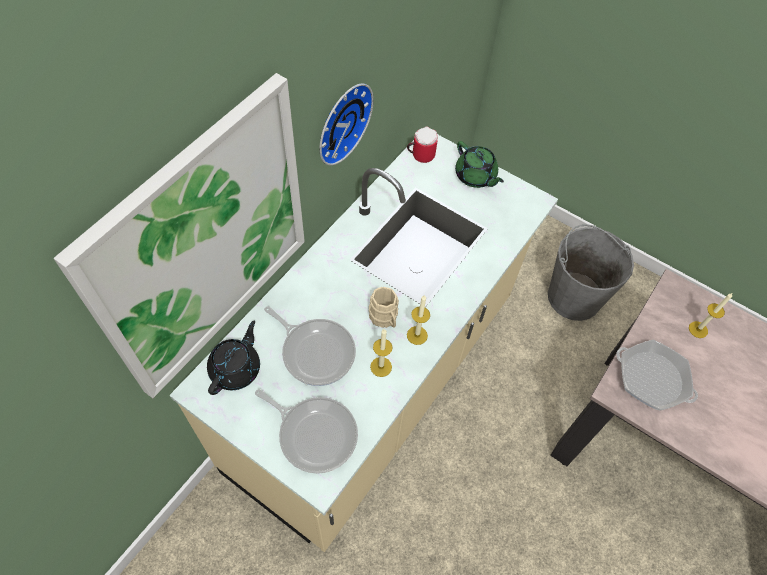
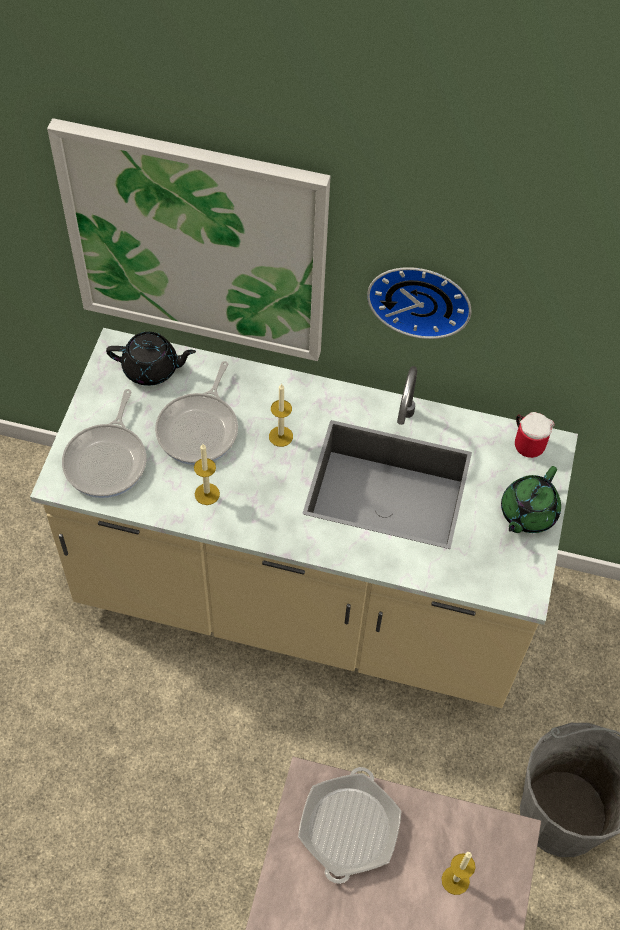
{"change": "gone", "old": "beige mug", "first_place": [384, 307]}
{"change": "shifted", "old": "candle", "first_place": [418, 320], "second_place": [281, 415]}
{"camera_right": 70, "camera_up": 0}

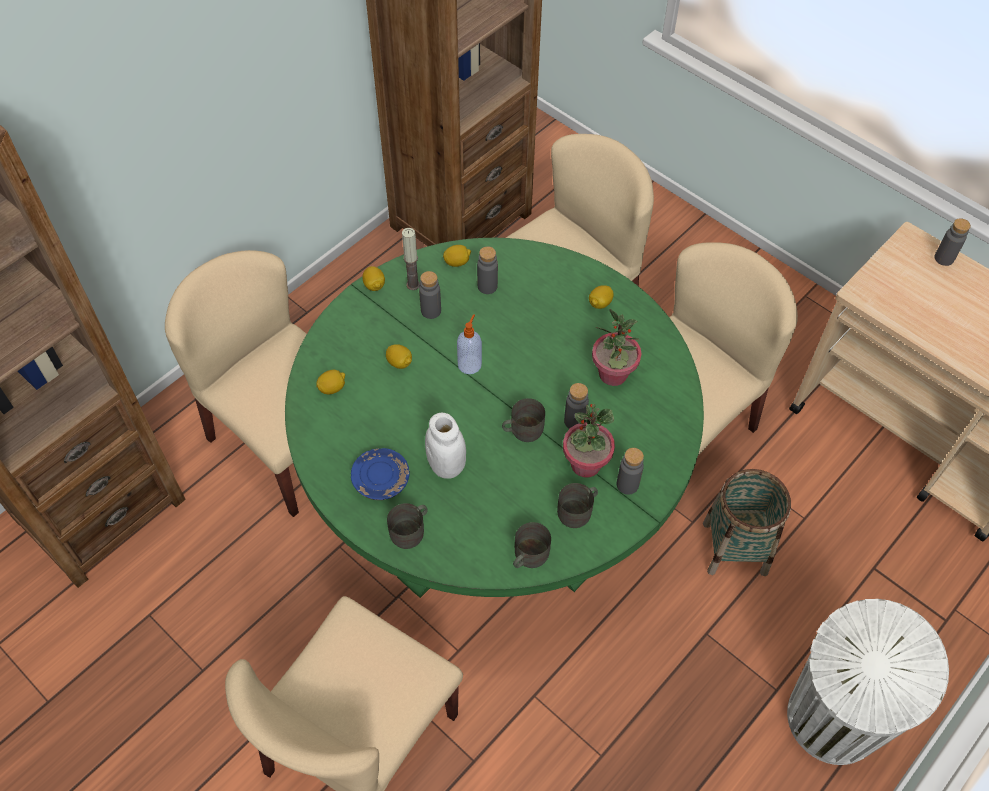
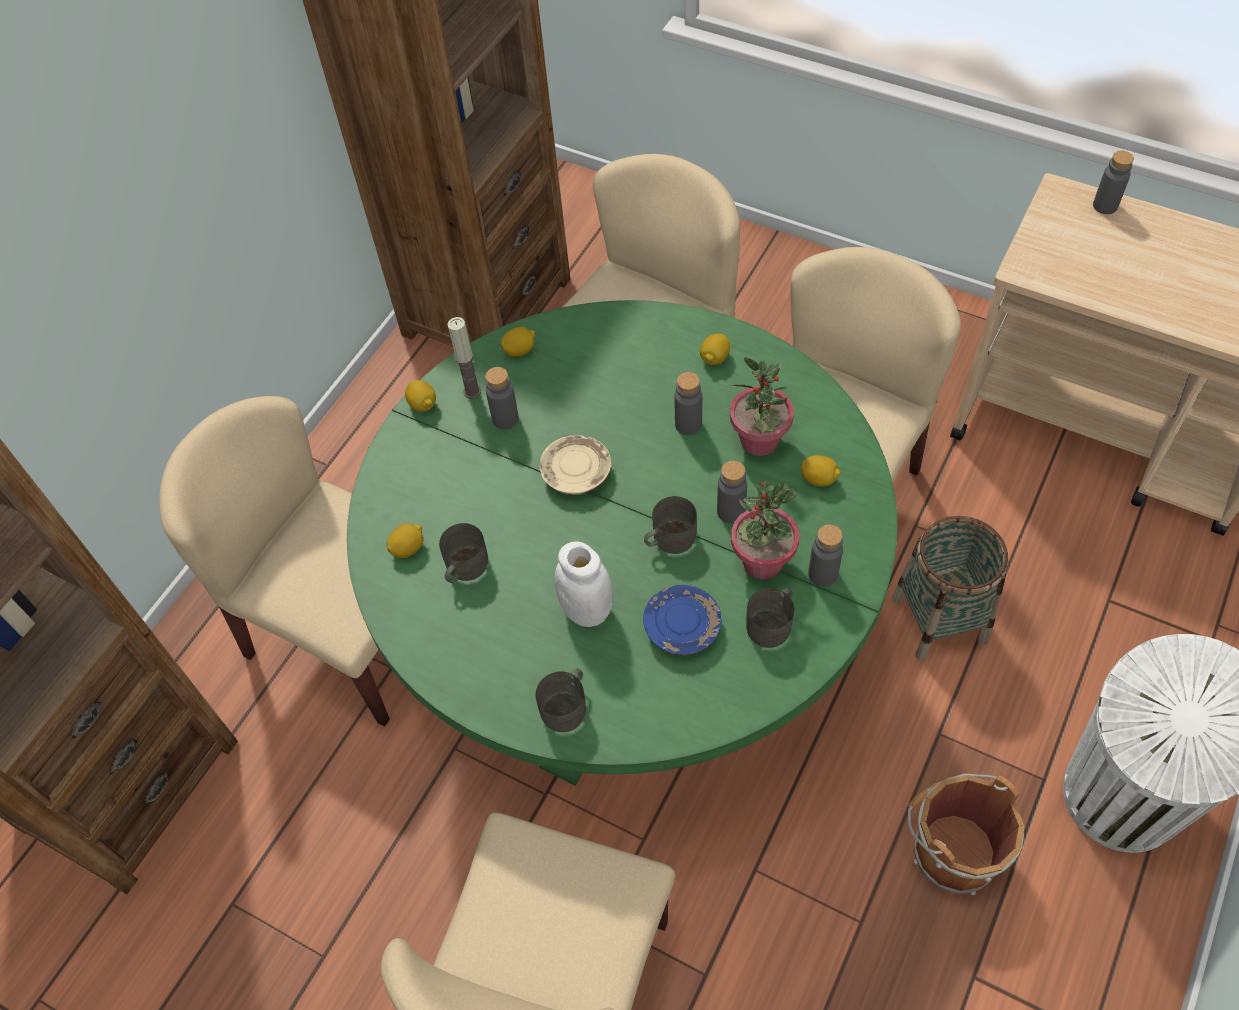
{"change": "shifted", "old": "grey bottle", "first_place": [487, 270], "second_place": [688, 403]}
{"change": "swapped", "old": "soap dispenser", "new": "beige plate", "first_place": [469, 344], "second_place": [575, 465]}
{"change": "shifted", "old": "lemon", "first_place": [399, 356], "second_place": [821, 471]}
{"change": "shifted", "old": "blue plate", "first_place": [380, 474], "second_place": [682, 620]}
{"change": "shifted", "old": "grey mug", "first_place": [532, 545], "second_place": [463, 553]}
{"change": "new", "new": "brown bucket", "second_place": [966, 834]}
{"camera_right": -10, "camera_up": 0}

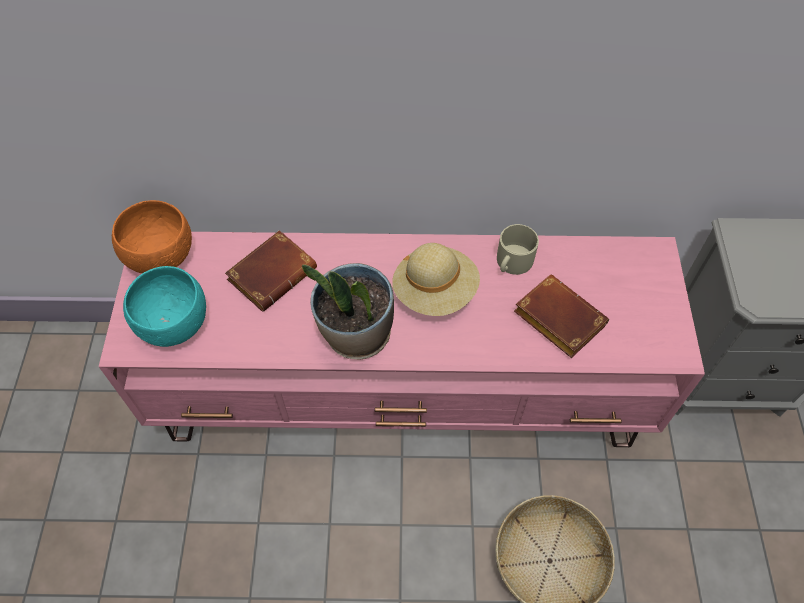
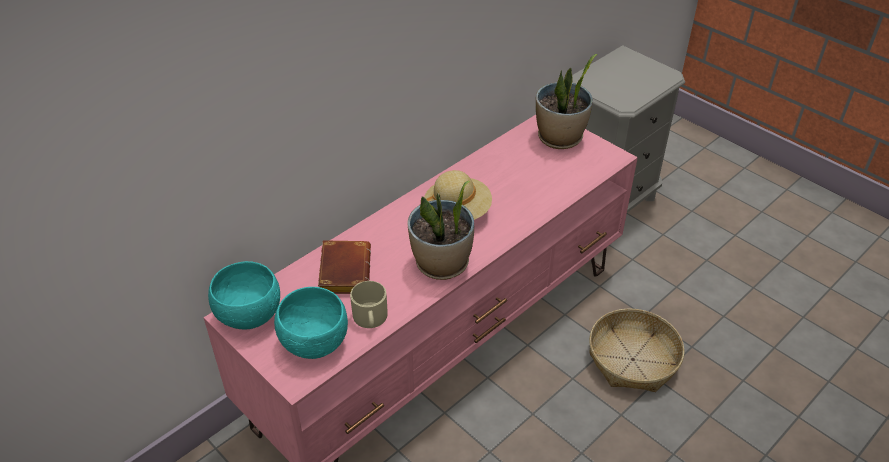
{"change": "repainted", "old": "orange bowl", "new": "turquoise bowl", "first_place": [152, 236], "second_place": [244, 295]}
{"change": "shifted", "old": "beige mug", "first_place": [518, 249], "second_place": [369, 304]}
{"change": "gone", "old": "brown book", "first_place": [561, 316]}
{"change": "new", "new": "potted plant", "second_place": [566, 101]}
{"camera_right": -45, "camera_up": -15}

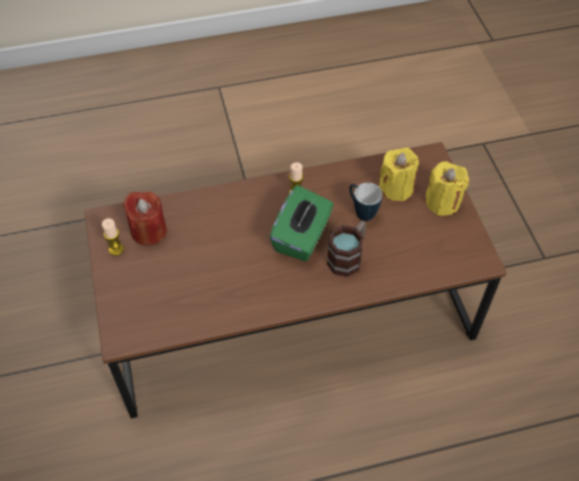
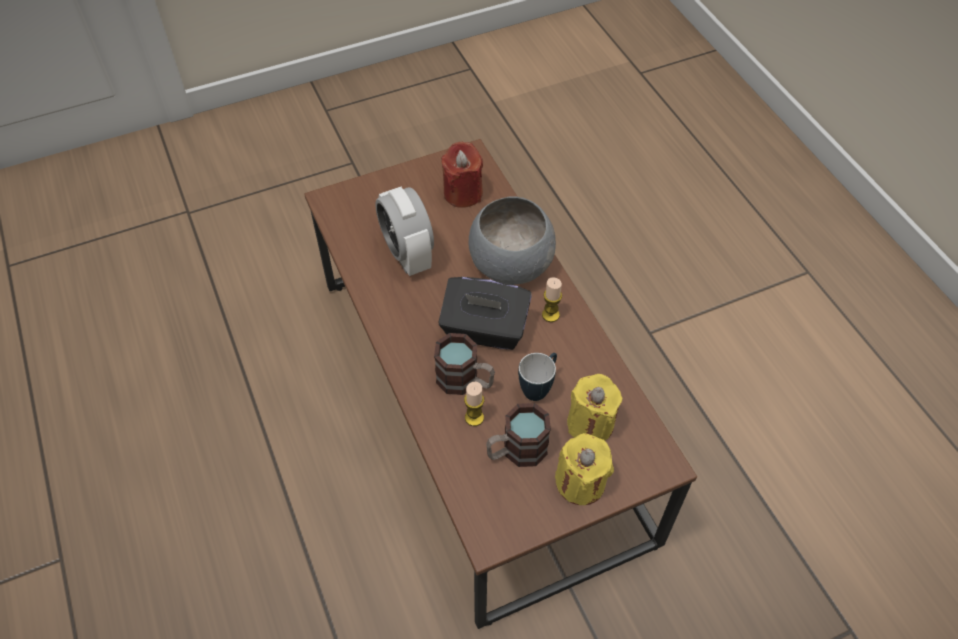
{"change": "repainted", "old": "green tissue box", "new": "black tissue box", "first_place": [301, 223], "second_place": [485, 313]}
{"change": "shifted", "old": "candle", "first_place": [113, 237], "second_place": [474, 404]}
{"change": "new", "new": "alarm clock", "second_place": [404, 231]}
{"change": "new", "new": "grey bowl", "second_place": [512, 240]}
{"change": "new", "new": "mug", "second_place": [518, 435]}
{"camera_right": 80, "camera_up": 0}

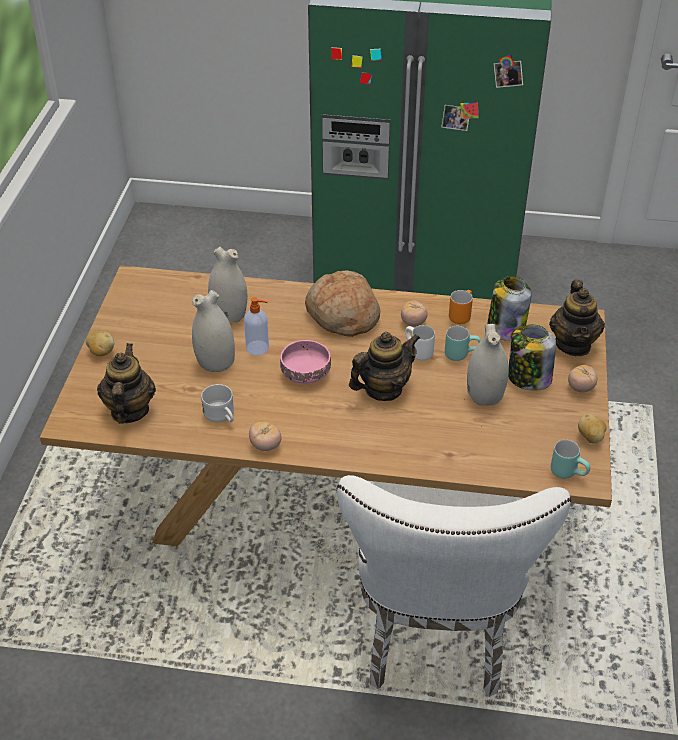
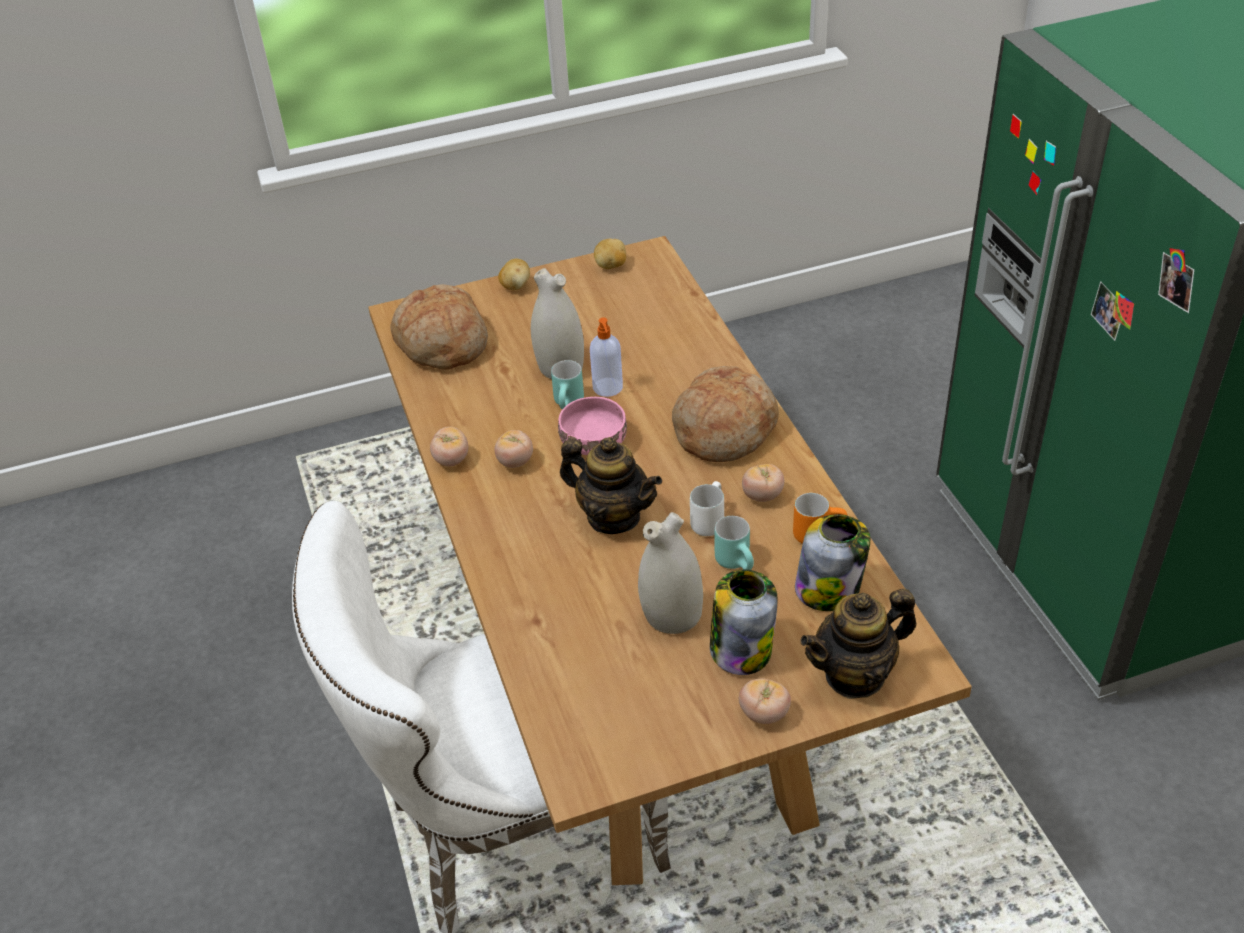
{"change": "gone", "old": "white vase", "first_place": [227, 284]}
{"change": "swapped", "old": "teapot", "new": "bread", "first_place": [126, 383], "second_place": [439, 327]}
{"change": "gone", "old": "white mug", "first_place": [217, 403]}
{"change": "shifted", "old": "potato", "first_place": [592, 428], "second_place": [610, 254]}
{"change": "shifted", "old": "turquoise mug", "first_place": [570, 459], "second_place": [567, 384]}
{"change": "new", "new": "tomato", "second_place": [513, 449]}
{"camera_right": 65, "camera_up": 0}

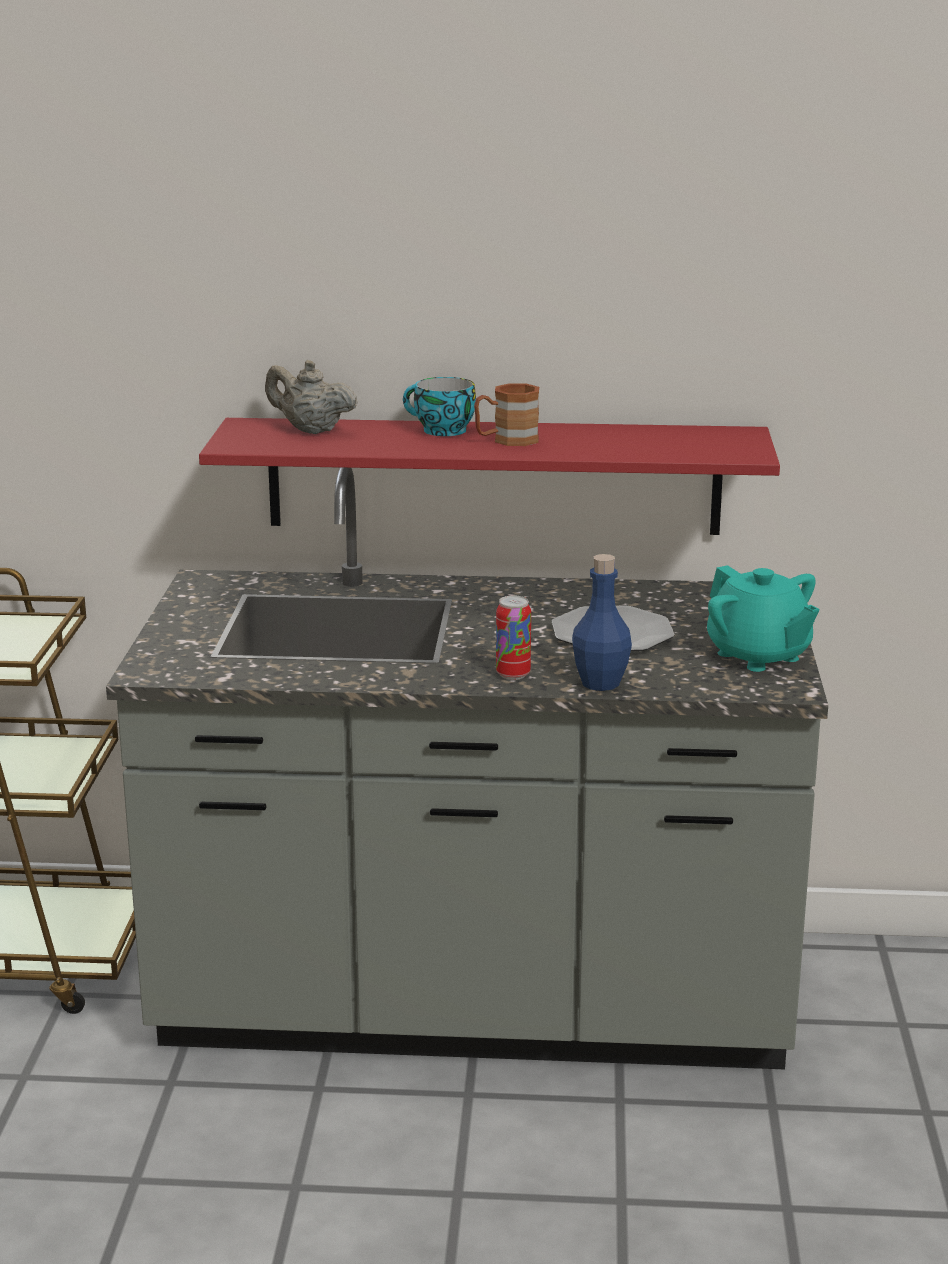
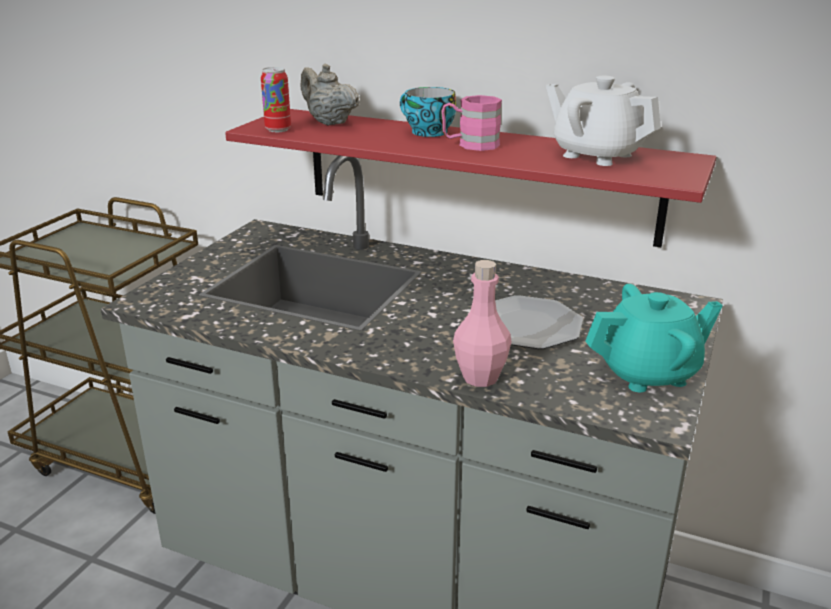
{"change": "repainted", "old": "brown mug", "new": "pink mug", "first_place": [506, 414], "second_place": [471, 123]}
{"change": "repainted", "old": "blue bottle", "new": "pink bottle", "first_place": [602, 622], "second_place": [482, 323]}
{"change": "rotated", "old": "turquoise teapot", "first_place": [763, 618], "second_place": [654, 338], "degrees": -90}
{"change": "shifted", "old": "can", "first_place": [513, 638], "second_place": [276, 99]}
{"change": "new", "new": "white teapot", "second_place": [603, 121]}
{"camera_right": 20, "camera_up": 5}

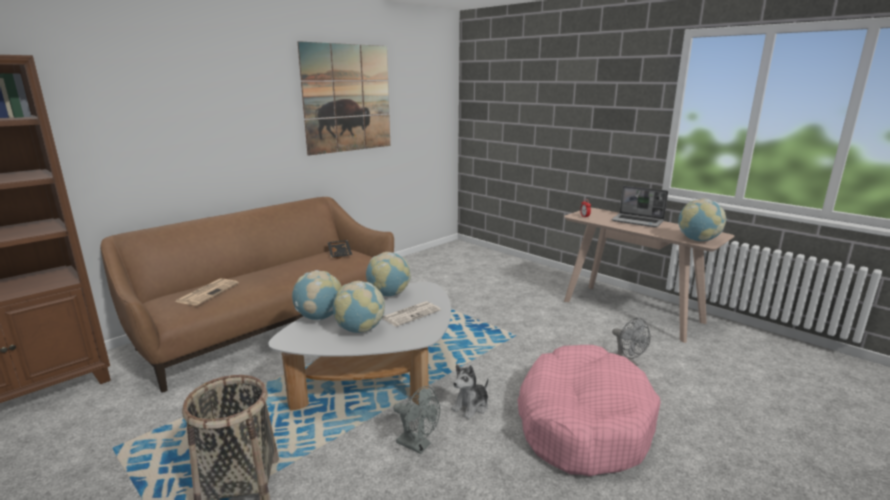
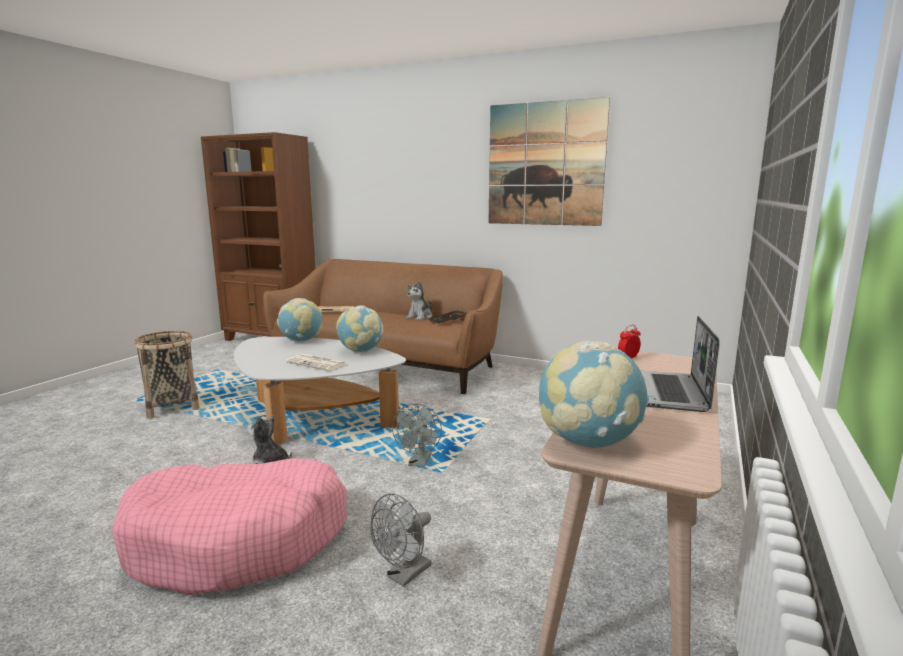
{"change": "gone", "old": "globe", "first_place": [359, 307]}
{"change": "shifted", "old": "grey fan", "first_place": [416, 420], "second_place": [417, 435]}
{"change": "new", "new": "plush toy", "second_place": [419, 300]}
{"camera_right": 70, "camera_up": -5}

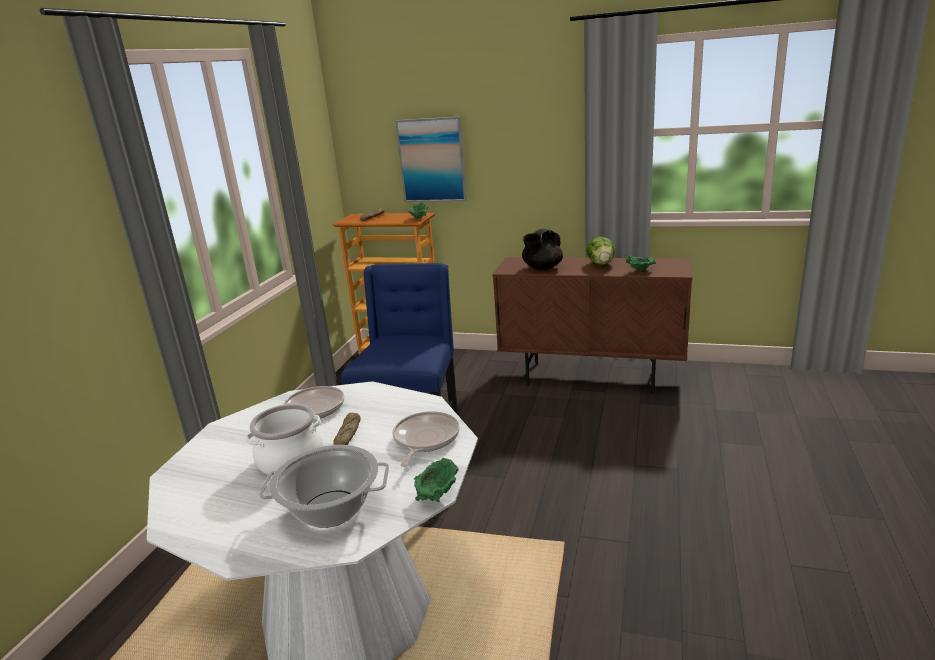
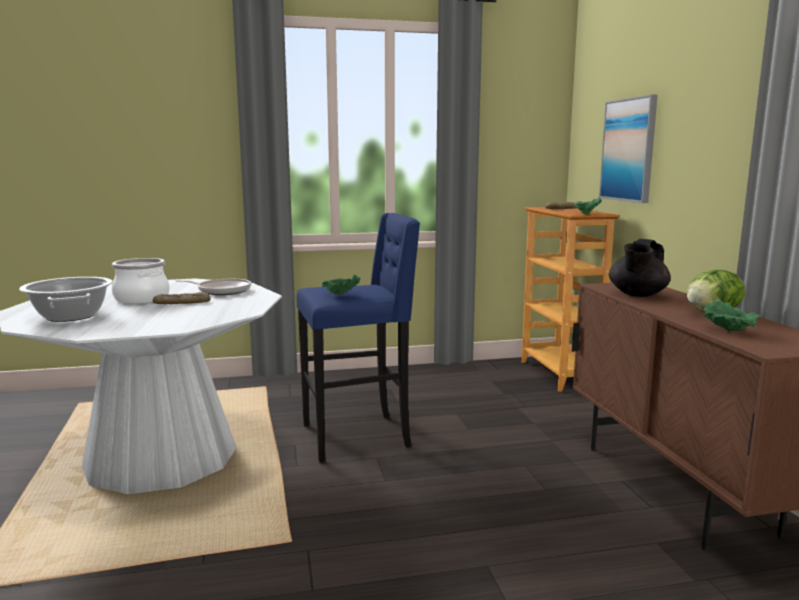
{"change": "rotated", "old": "black teapot", "first_place": [542, 249], "second_place": [640, 268], "degrees": -75}
{"change": "gone", "old": "frying pan", "first_place": [426, 439]}
{"change": "shifted", "old": "green bowl", "first_place": [436, 480], "second_place": [341, 285]}
{"camera_right": 60, "camera_up": -10}

